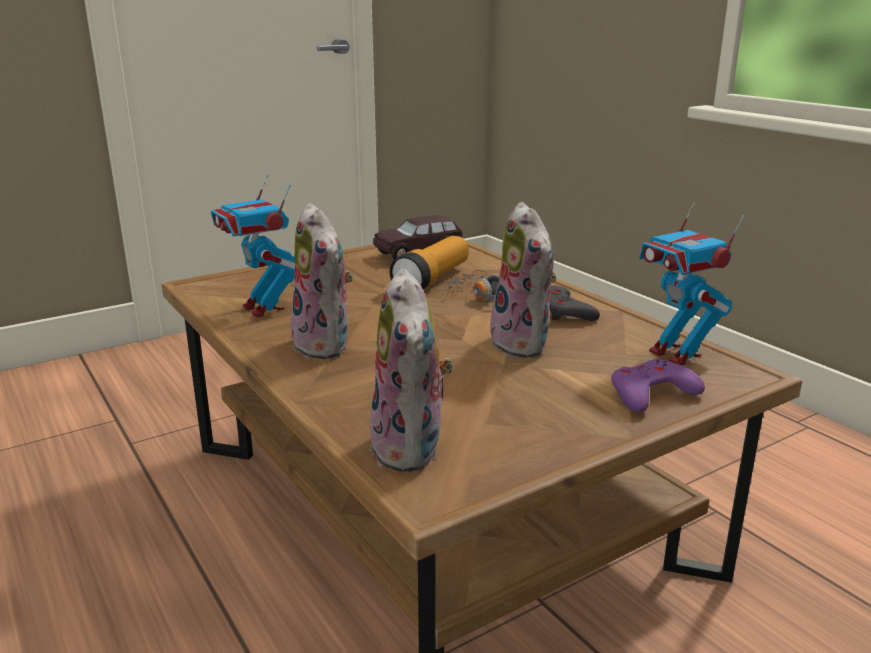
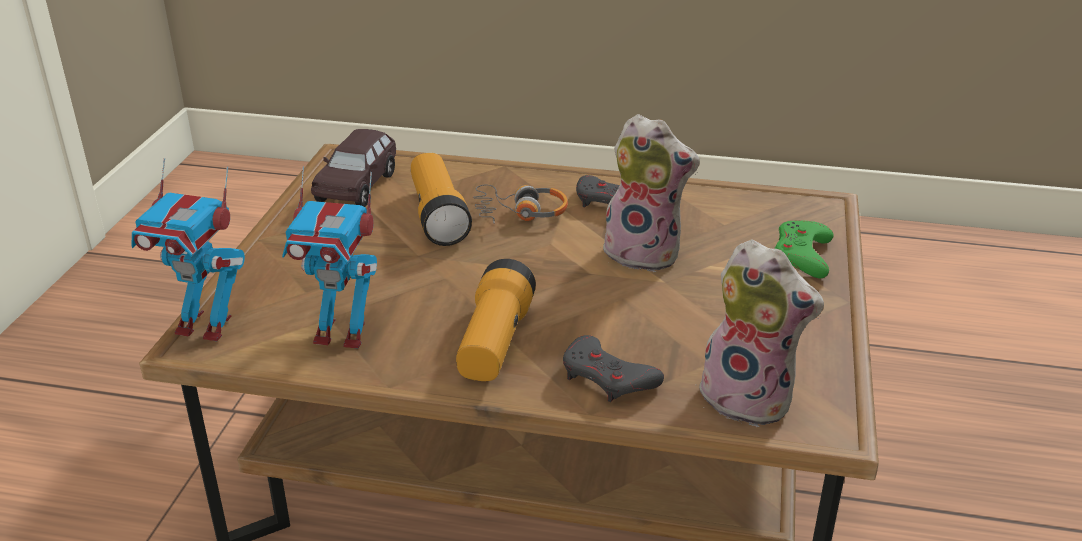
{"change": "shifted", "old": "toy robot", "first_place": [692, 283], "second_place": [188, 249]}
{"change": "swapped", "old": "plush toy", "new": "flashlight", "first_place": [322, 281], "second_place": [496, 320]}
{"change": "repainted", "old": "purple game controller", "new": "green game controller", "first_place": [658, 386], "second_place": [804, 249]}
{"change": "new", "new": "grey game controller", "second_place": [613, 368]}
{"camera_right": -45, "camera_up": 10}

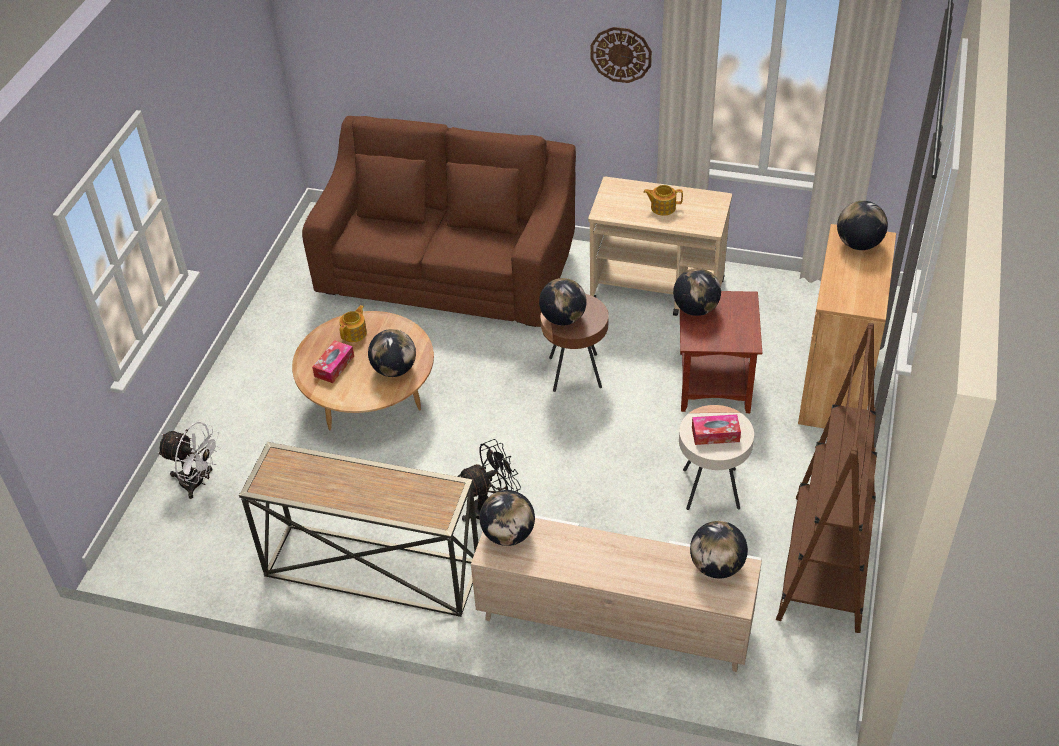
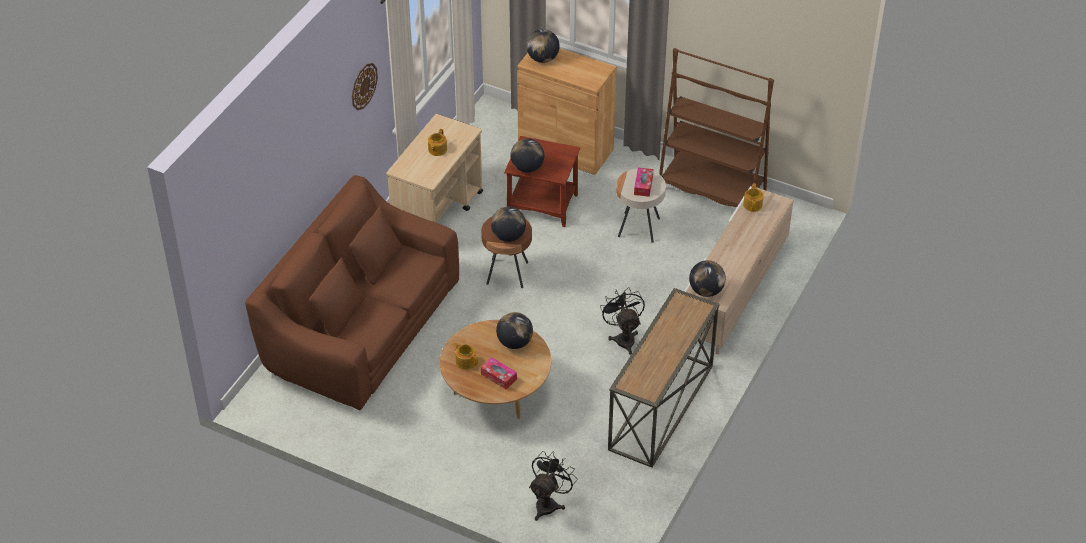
{"change": "repainted", "old": "white fan", "new": "black fan", "first_place": [189, 460], "second_place": [553, 486]}
{"change": "swapped", "old": "globe", "new": "teapot", "first_place": [719, 549], "second_place": [753, 197]}
{"camera_right": -80, "camera_up": 0}

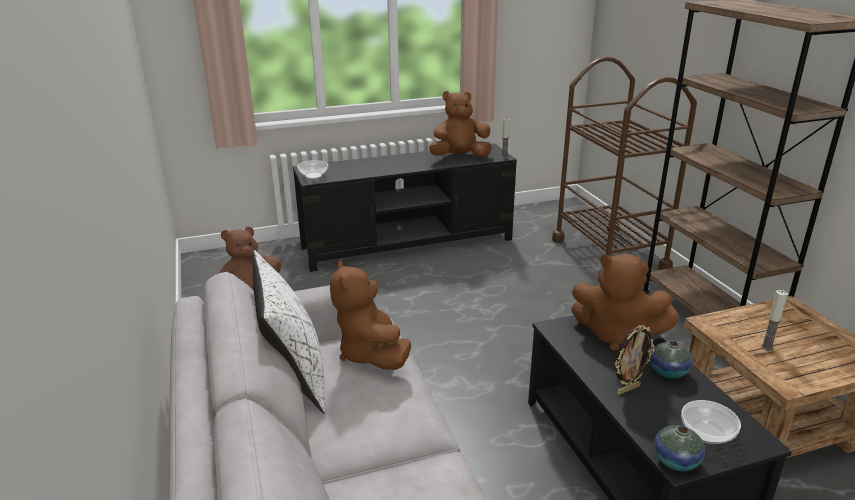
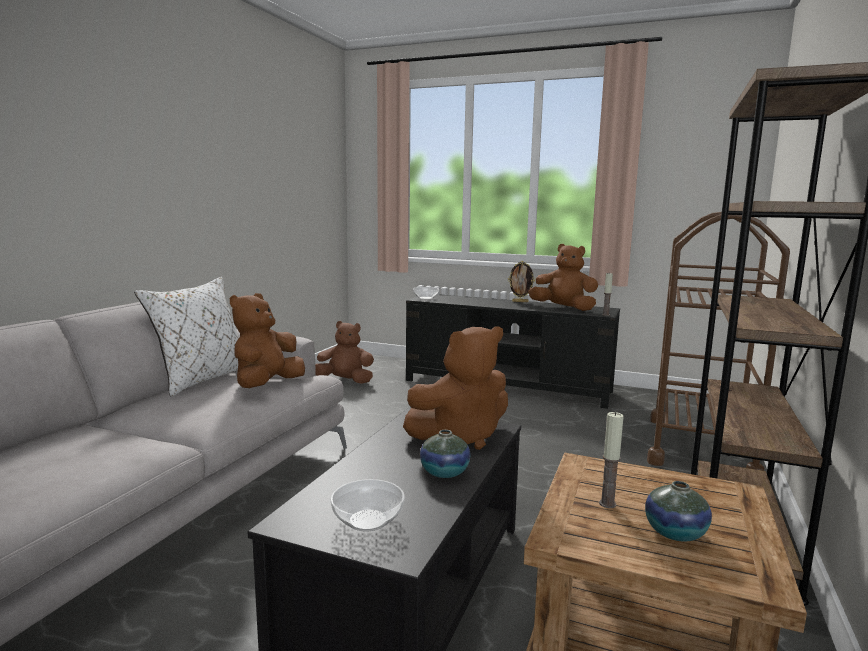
{"change": "rotated", "old": "brown plush toy", "first_place": [625, 302], "second_place": [455, 388], "degrees": -90}
{"change": "shifted", "old": "picture frame", "first_place": [635, 360], "second_place": [521, 281]}
{"change": "shifted", "old": "vase", "first_place": [679, 448], "second_place": [678, 511]}
{"camera_right": 40, "camera_up": -15}

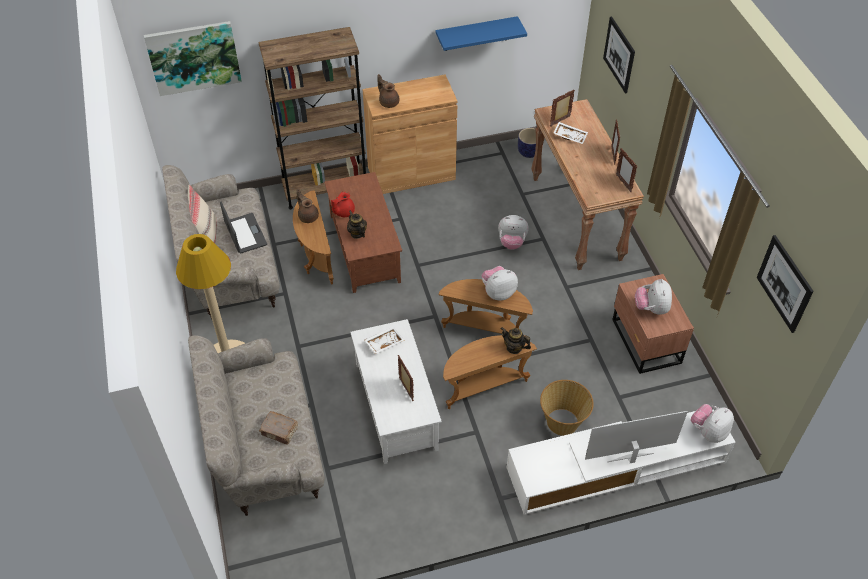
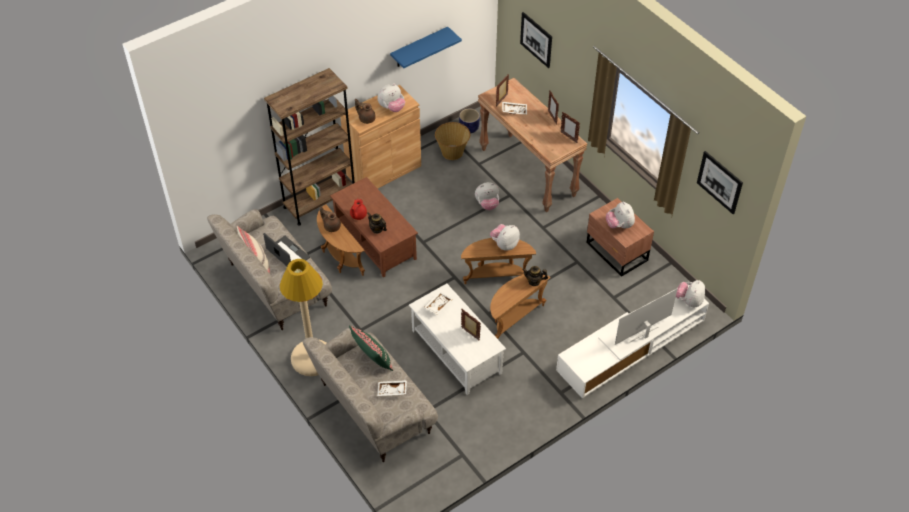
{"change": "gone", "old": "picture", "first_place": [193, 58]}
{"change": "shifted", "old": "basket", "first_place": [567, 408], "second_place": [452, 141]}
{"change": "swapped", "old": "brown book", "new": "white tray", "first_place": [278, 428], "second_place": [392, 388]}
{"change": "new", "new": "plush toy", "second_place": [391, 97]}
{"change": "new", "new": "green pillow", "second_place": [371, 348]}
{"camera_right": -20, "camera_up": 0}

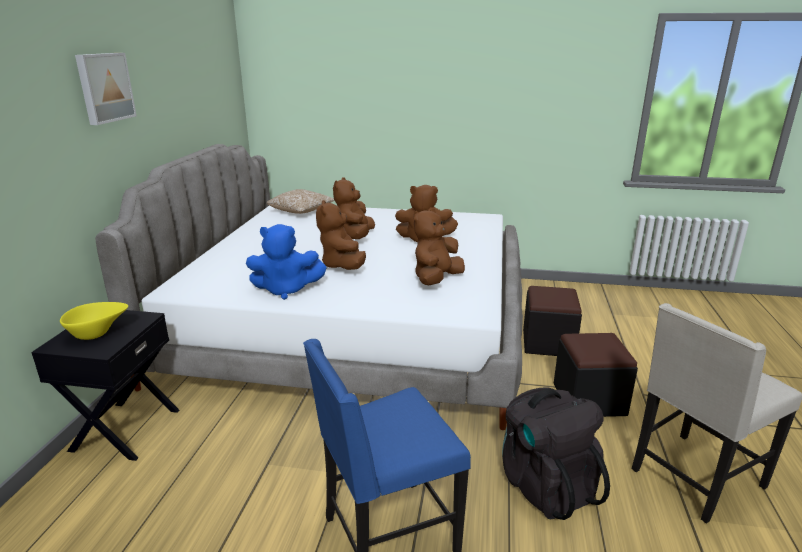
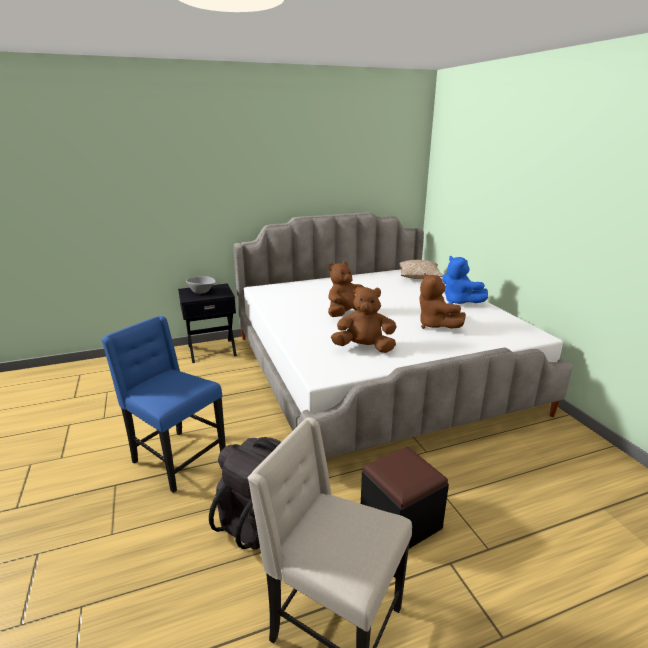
{"change": "gone", "old": "picture", "first_place": [106, 89]}
{"change": "gone", "old": "brown plush toy", "first_place": [354, 208]}
{"change": "shifted", "old": "blue plush toy", "first_place": [286, 262], "second_place": [465, 280]}
{"change": "gone", "old": "black ottoman", "first_place": [552, 321]}
{"change": "repainted", "old": "yellow bowl", "new": "grey bowl", "first_place": [94, 321], "second_place": [201, 285]}
{"camera_right": 60, "camera_up": 0}

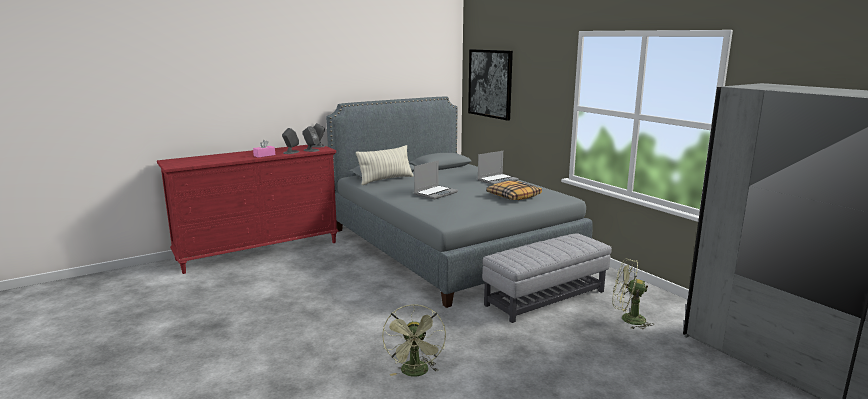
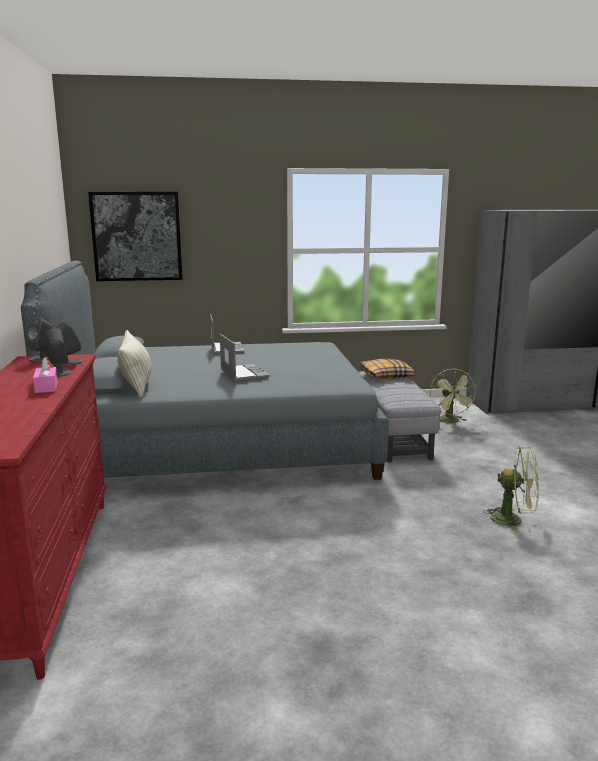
{"change": "shifted", "old": "pillow", "first_place": [514, 190], "second_place": [387, 369]}
{"change": "rotated", "old": "green fan", "first_place": [633, 293], "second_place": [453, 396], "degrees": -45}
{"camera_right": -65, "camera_up": 0}

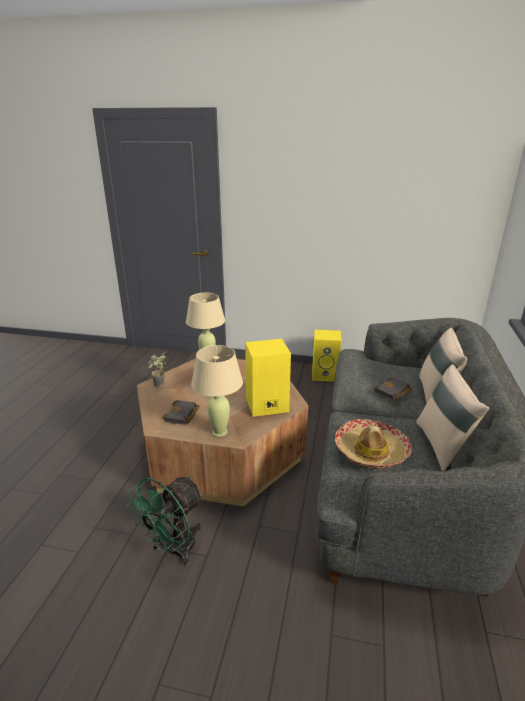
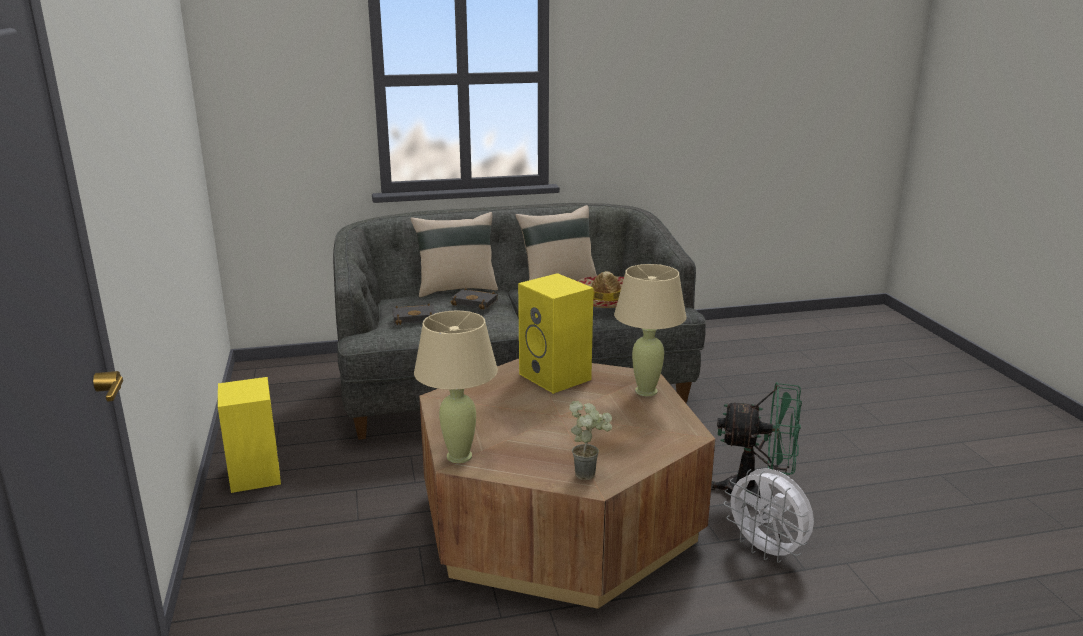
{"change": "shifted", "old": "black book", "first_place": [181, 412], "second_place": [413, 314]}
{"change": "new", "new": "white fan", "second_place": [768, 515]}
{"camera_right": -115, "camera_up": -5}

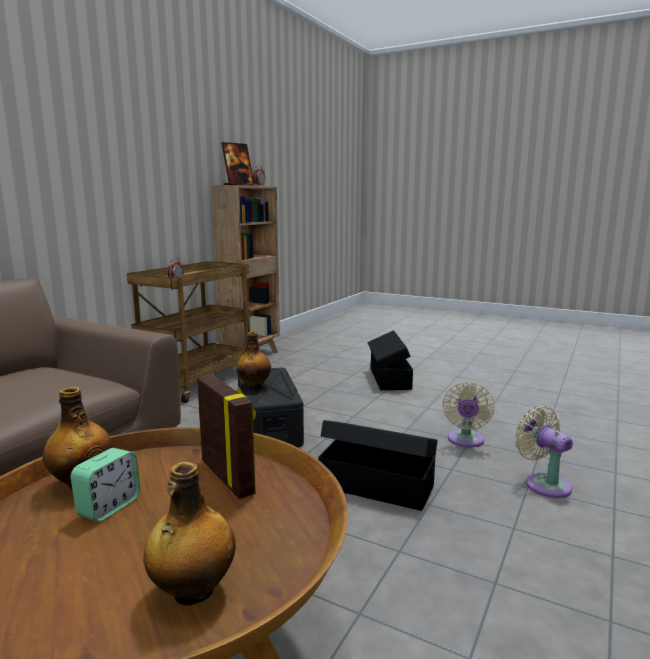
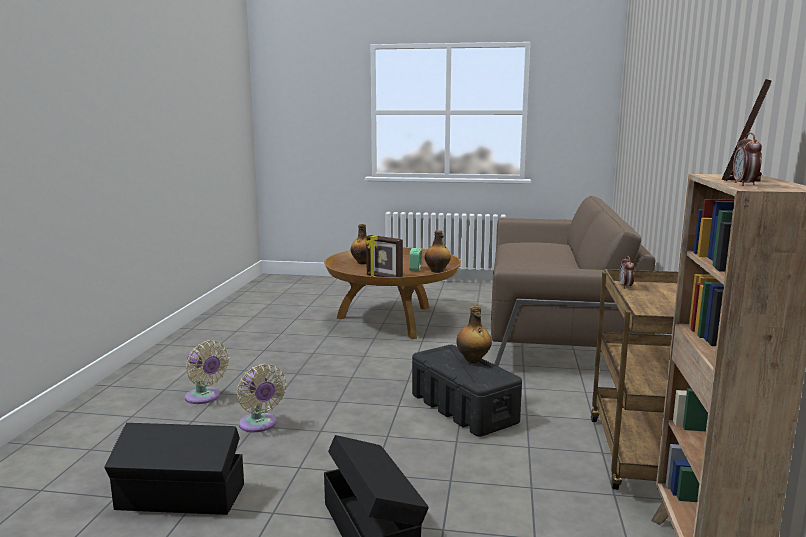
{"change": "rotated", "old": "beige fan", "first_place": [469, 414], "second_place": [262, 398], "degrees": 150}
{"change": "shifted", "old": "black storage box", "first_place": [377, 465], "second_place": [174, 469]}
{"camera_right": 160, "camera_up": 0}

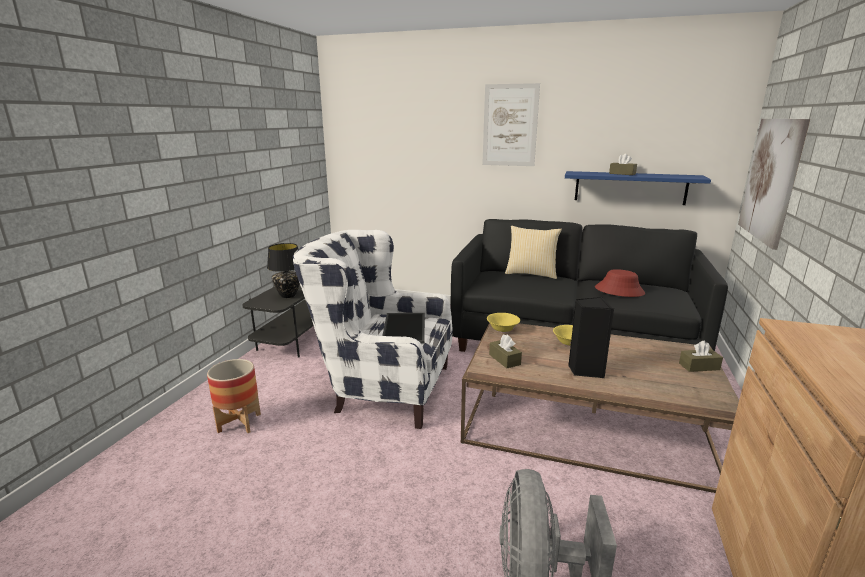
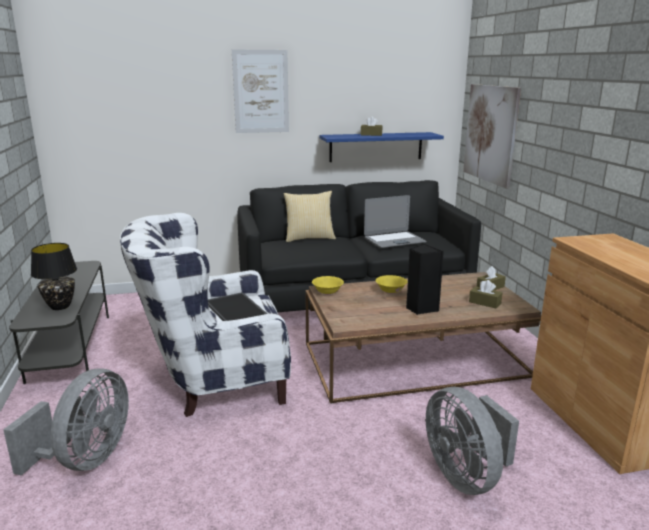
{"change": "swapped", "old": "red hat", "new": "laptop", "first_place": [620, 283], "second_place": [395, 221]}
{"change": "shifted", "old": "brown tissue box", "first_place": [505, 351], "second_place": [485, 294]}
{"change": "swapped", "old": "planter", "new": "grey fan", "first_place": [234, 396], "second_place": [66, 422]}
{"camera_right": -30, "camera_up": 0}

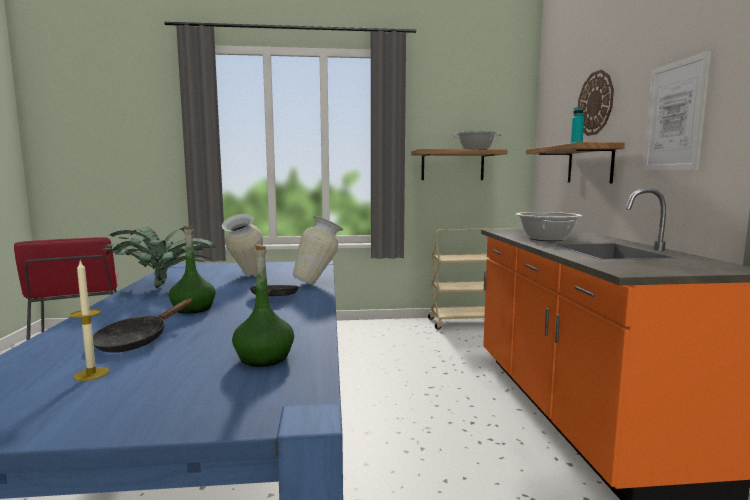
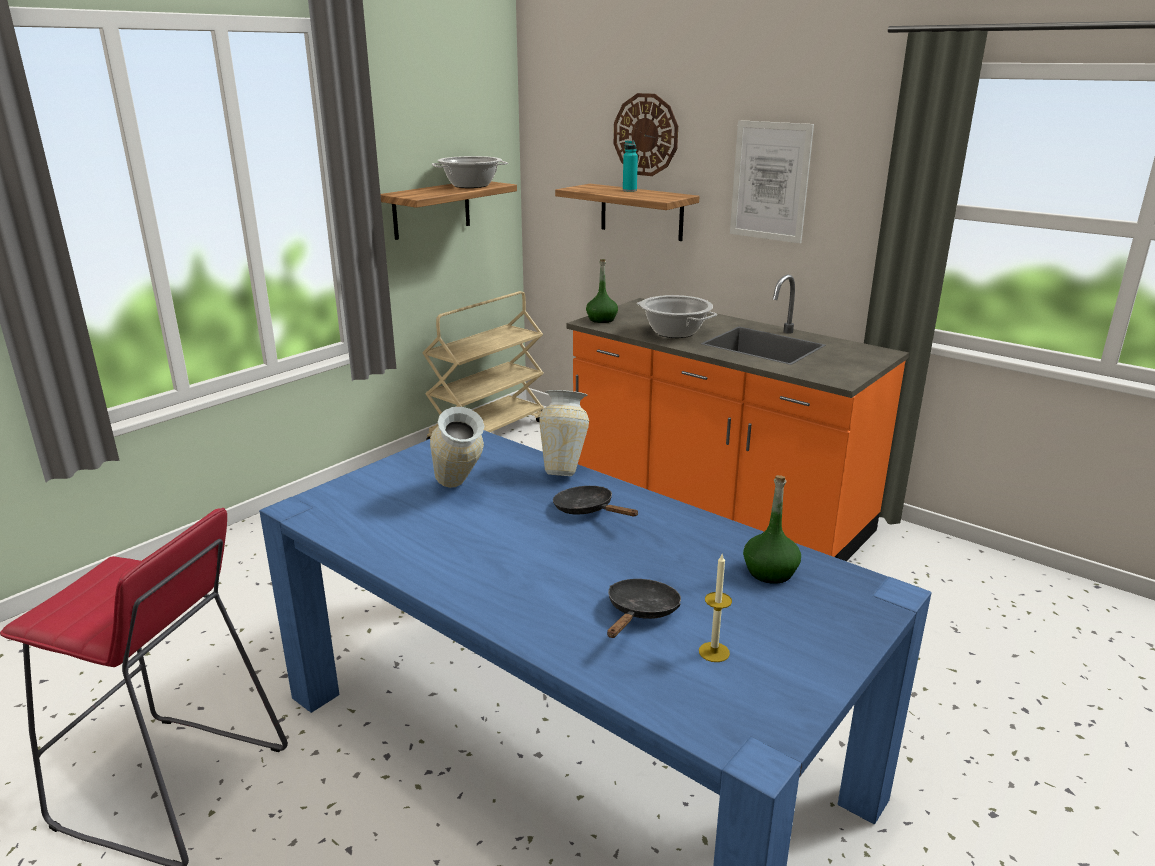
{"change": "shifted", "old": "green bottle", "first_place": [192, 270], "second_place": [602, 291]}
{"change": "gone", "old": "potted plant", "first_place": [157, 257]}
{"change": "rotated", "old": "black frying pan", "first_place": [143, 325], "second_place": [644, 608], "degrees": -135}
{"camera_right": -45, "camera_up": 15}

